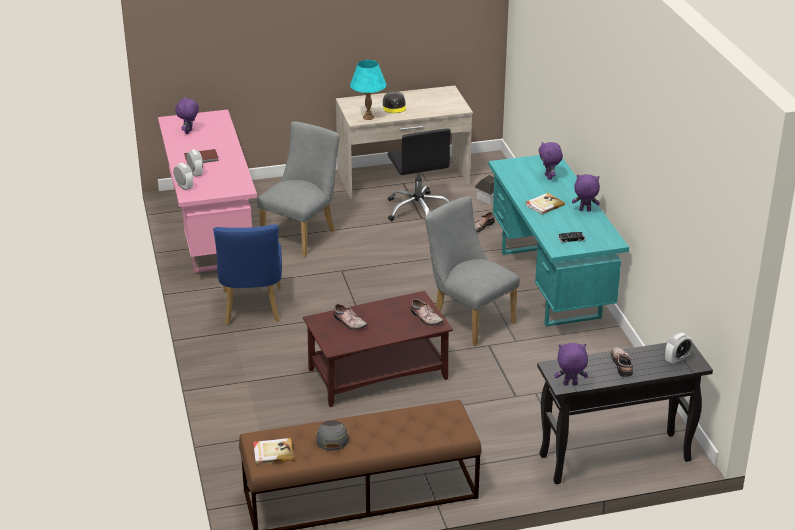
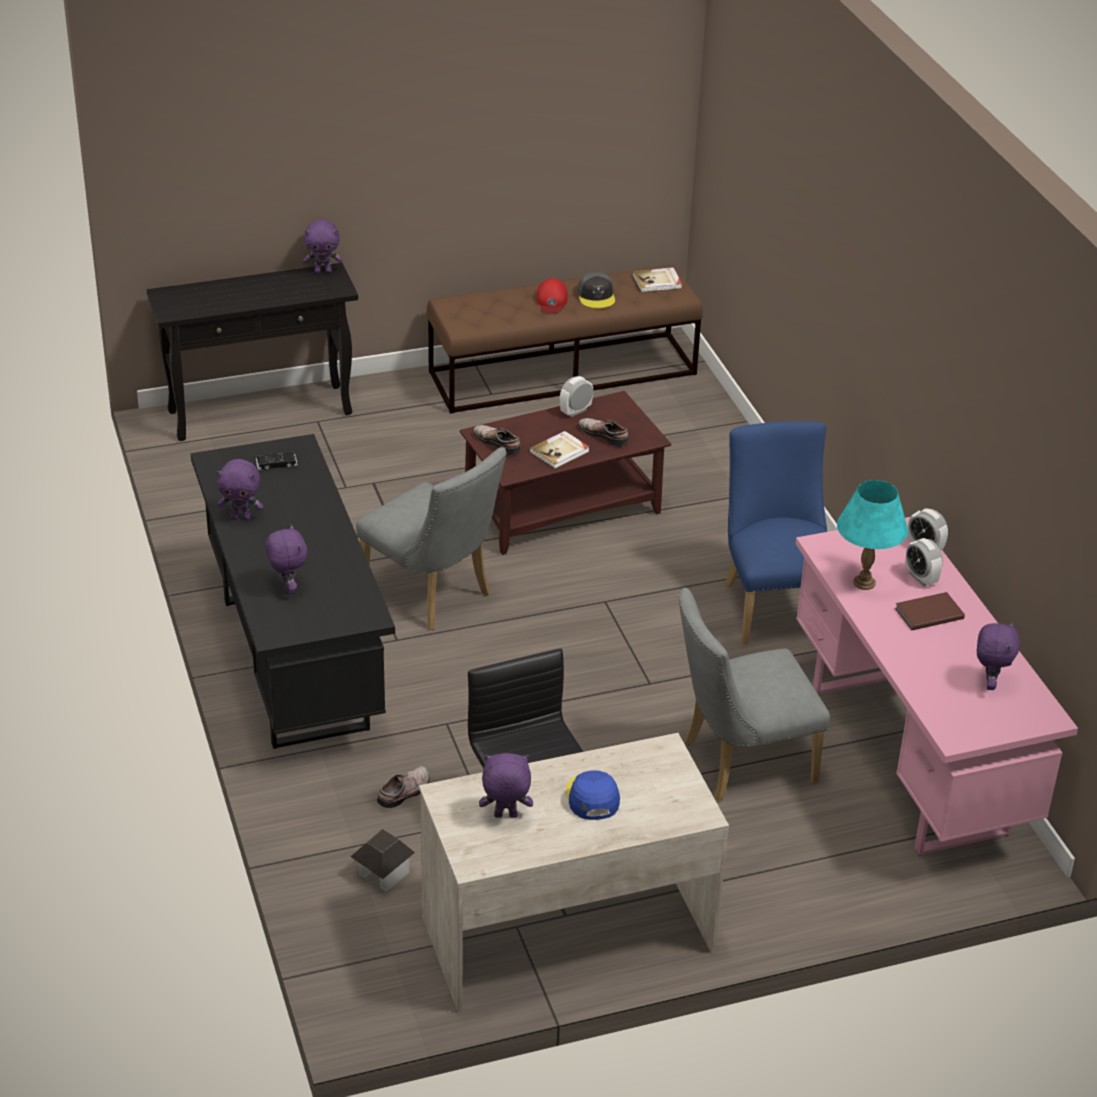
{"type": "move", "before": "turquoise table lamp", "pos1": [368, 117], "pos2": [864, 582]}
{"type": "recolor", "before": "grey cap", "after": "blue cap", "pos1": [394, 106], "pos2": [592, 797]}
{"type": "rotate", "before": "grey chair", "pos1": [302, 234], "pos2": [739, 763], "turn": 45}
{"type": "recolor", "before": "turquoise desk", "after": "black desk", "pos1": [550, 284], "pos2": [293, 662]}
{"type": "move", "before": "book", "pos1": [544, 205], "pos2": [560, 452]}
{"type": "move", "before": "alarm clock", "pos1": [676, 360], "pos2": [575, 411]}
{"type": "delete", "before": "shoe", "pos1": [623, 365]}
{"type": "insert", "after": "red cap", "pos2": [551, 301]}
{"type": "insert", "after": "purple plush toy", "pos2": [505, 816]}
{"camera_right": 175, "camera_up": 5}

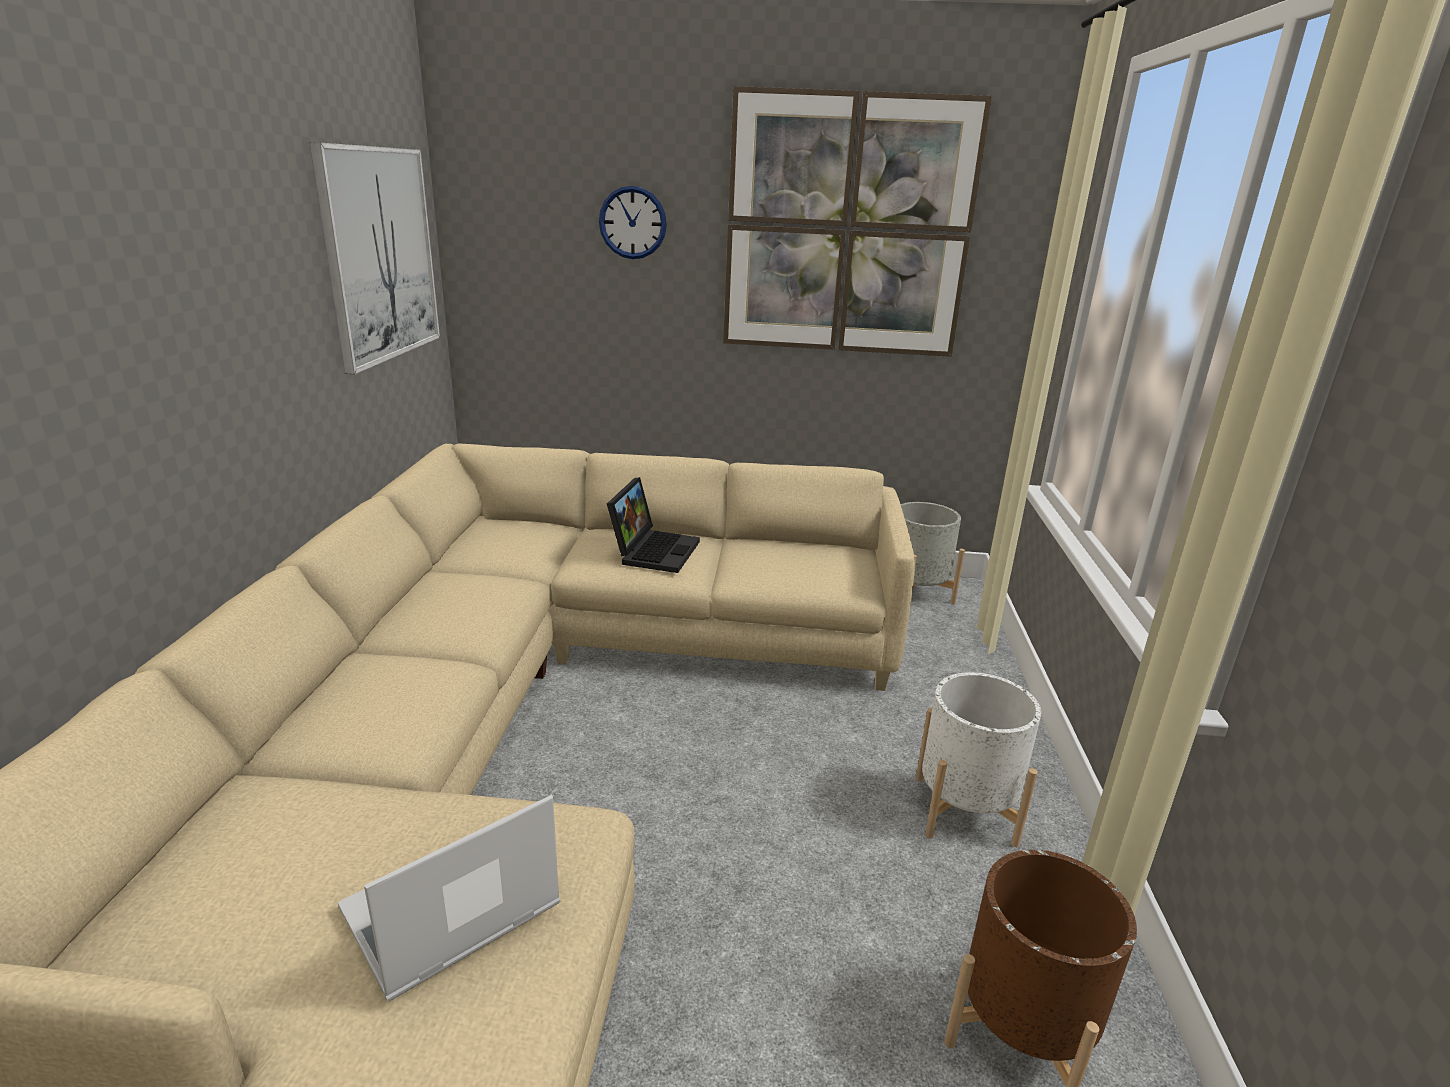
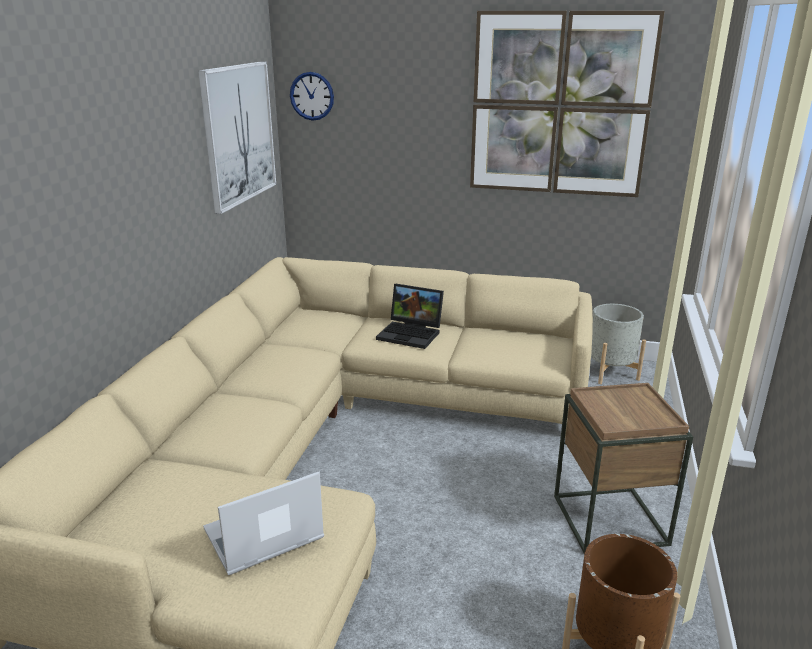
{"type": "move", "before": "wall clock", "pos1": [632, 223], "pos2": [312, 96]}
{"type": "rotate", "before": "laptop", "pos1": [653, 550], "pos2": [412, 334], "turn": 90}
{"type": "replace", "before": "white planter", "after": "brown side table", "pos1": [964, 810], "pos2": [610, 520]}
{"camera_right": 10, "camera_up": 0}

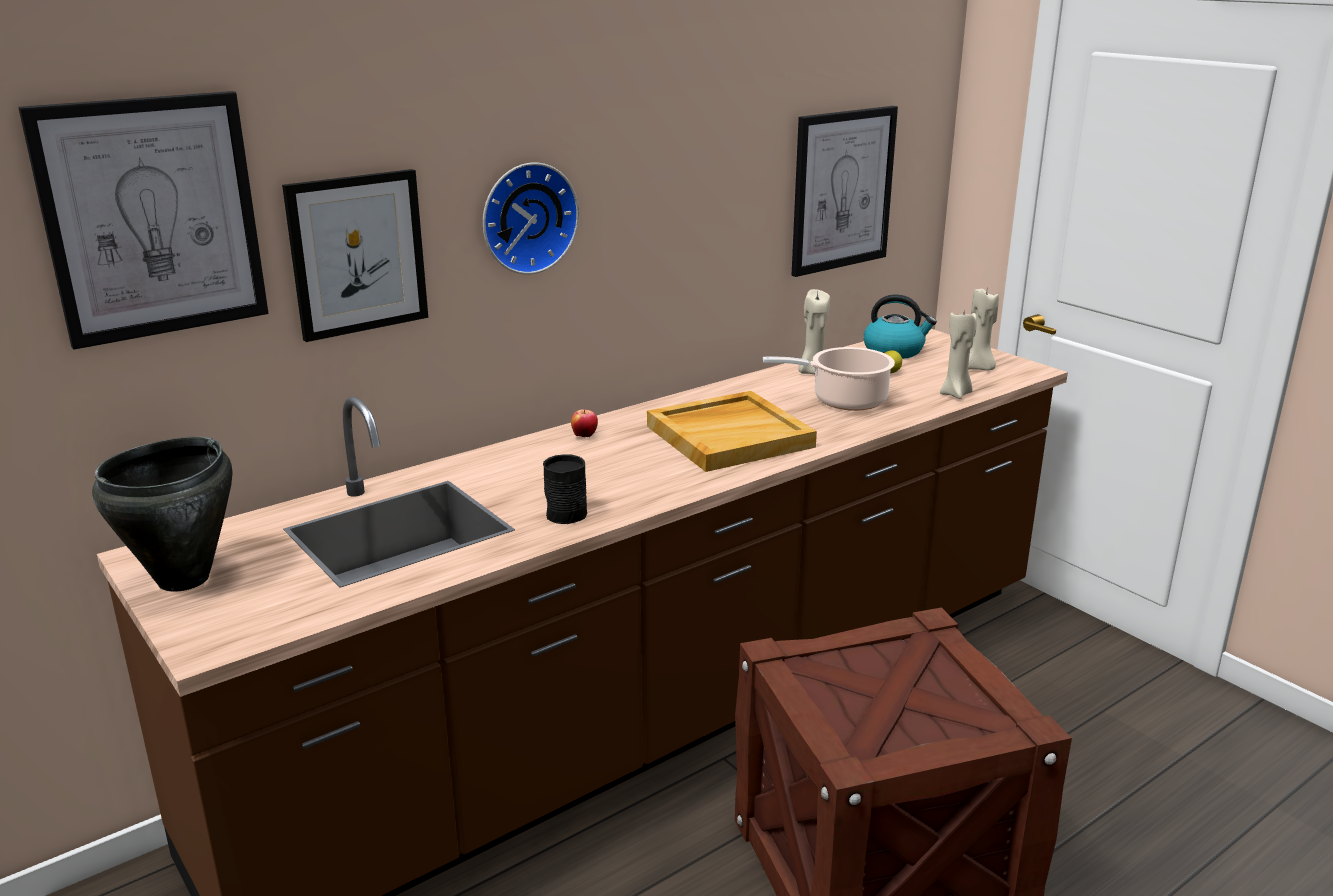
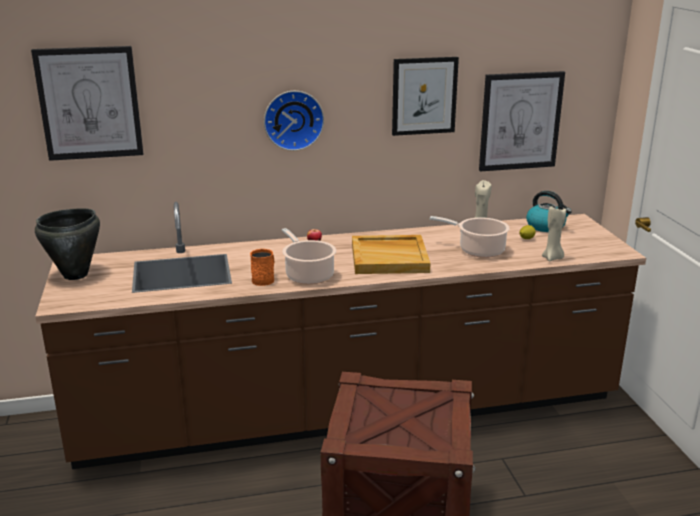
{"type": "move", "before": "picture", "pos1": [357, 254], "pos2": [424, 96]}
{"type": "delete", "before": "beige candle", "pos1": [978, 368]}
{"type": "recolor", "before": "black mug", "after": "orange mug", "pos1": [567, 511], "pos2": [265, 279]}
{"type": "insert", "after": "cooking pot", "pos2": [308, 275]}
{"camera_right": 25, "camera_up": 0}

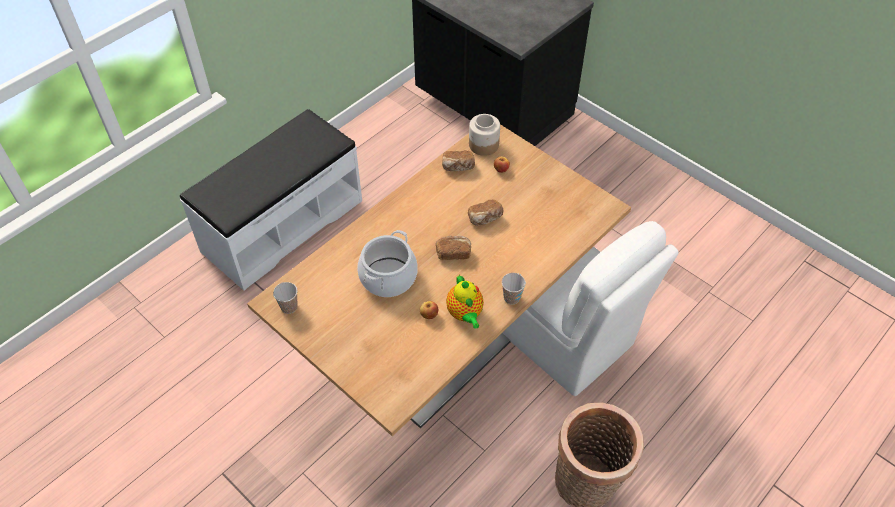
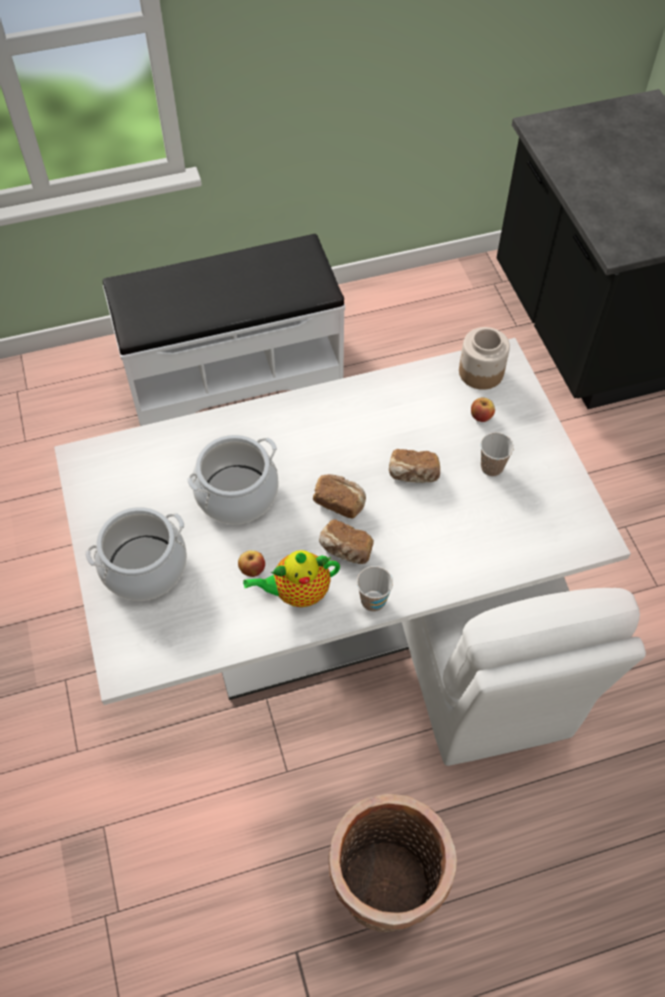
{"type": "recolor", "before": "brown dining table", "after": "white dining table", "pos1": [447, 340], "pos2": [332, 606]}
{"type": "move", "before": "bread", "pos1": [458, 167], "pos2": [345, 550]}
{"type": "rotate", "before": "teapot", "pos1": [465, 314], "pos2": [297, 592], "turn": 60}
{"type": "move", "before": "cup", "pos1": [289, 307], "pos2": [492, 467]}
{"type": "insert", "after": "cooking pot", "pos2": [145, 567]}
{"camera_right": 30, "camera_up": 5}

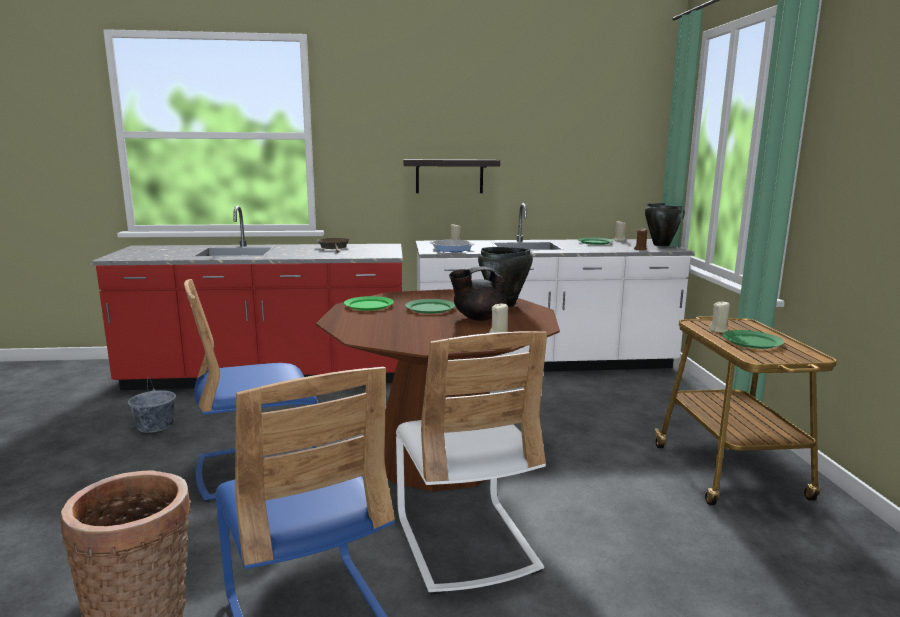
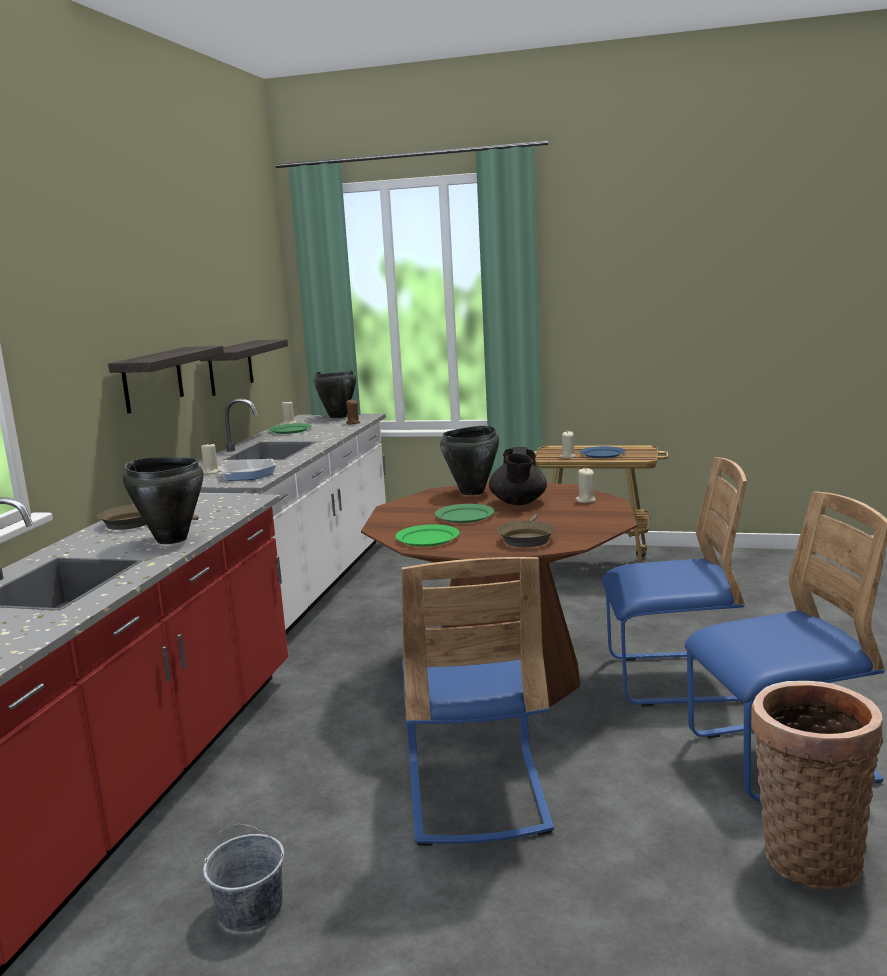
{"type": "recolor", "before": "green plate", "after": "blue plate", "pos1": [752, 341], "pos2": [602, 454]}
{"type": "recolor", "before": "white chair", "after": "blue chair", "pos1": [465, 542], "pos2": [674, 680]}
{"type": "insert", "after": "shelf", "pos2": [230, 367]}
{"type": "insert", "after": "black cooking pot", "pos2": [171, 539]}
{"type": "insert", "after": "brown frying pan", "pos2": [526, 539]}
{"camera_right": -70, "camera_up": 0}

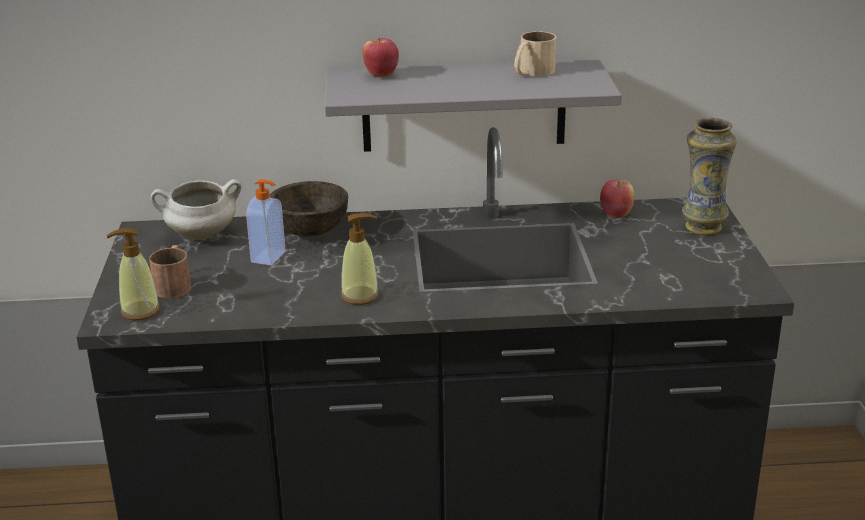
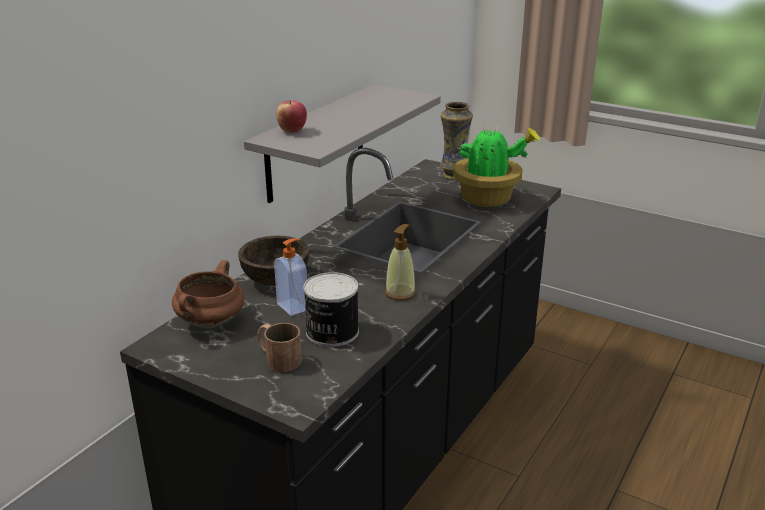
{"type": "delete", "before": "beige mug", "pos1": [531, 72]}
{"type": "recolor", "before": "white cooking pot", "after": "brown cooking pot", "pos1": [201, 235], "pos2": [211, 323]}
{"type": "delete", "before": "apple", "pos1": [616, 214]}
{"type": "delete", "before": "soap dispenser", "pos1": [140, 311]}
{"type": "insert", "after": "potted plant", "pos2": [488, 199]}
{"type": "insert", "after": "can", "pos2": [331, 332]}
{"camera_right": -55, "camera_up": 0}

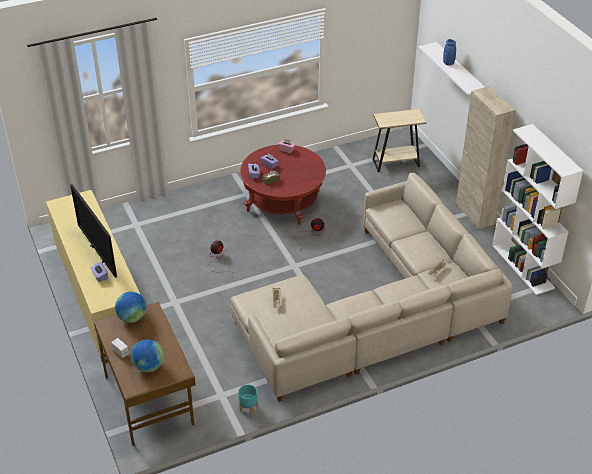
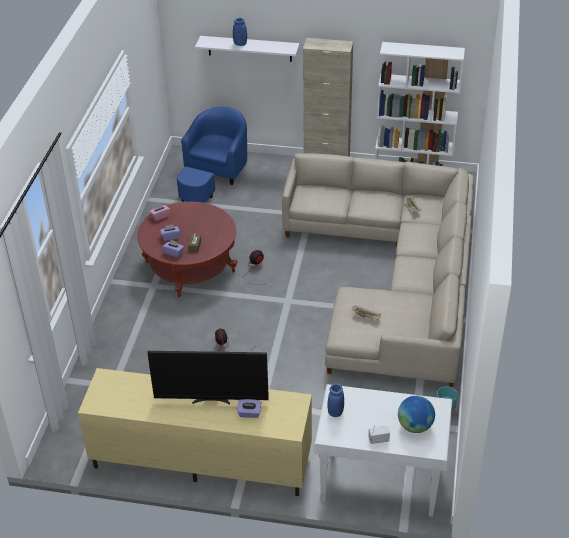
{"type": "replace", "before": "beige side table", "after": "blue armchair", "pos1": [396, 163], "pos2": [214, 176]}
{"type": "replace", "before": "globe", "after": "blue vase", "pos1": [132, 318], "pos2": [335, 412]}
{"type": "recolor", "before": "brown desk", "after": "white desk", "pos1": [149, 399], "pos2": [379, 478]}
{"camera_right": -55, "camera_up": 0}

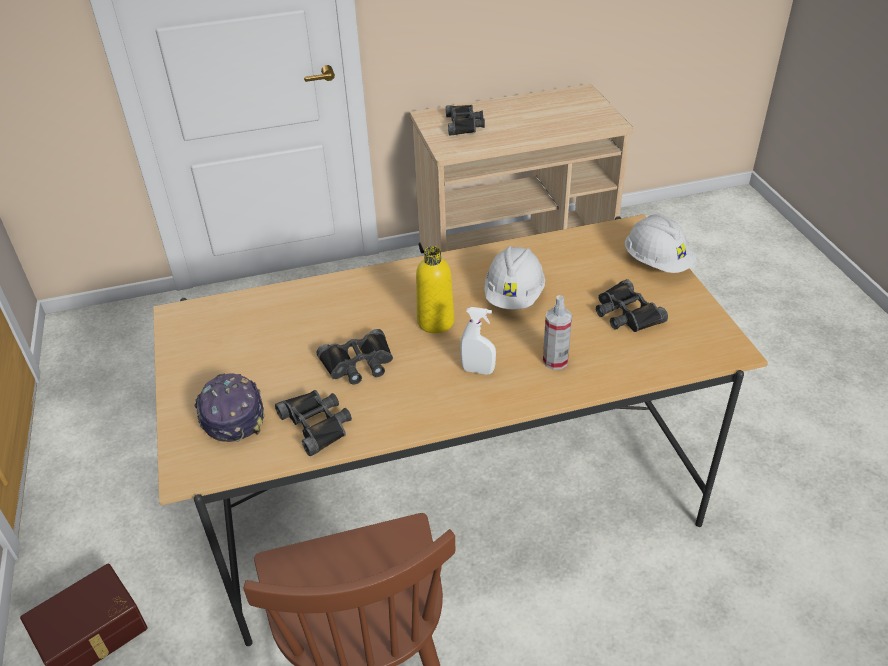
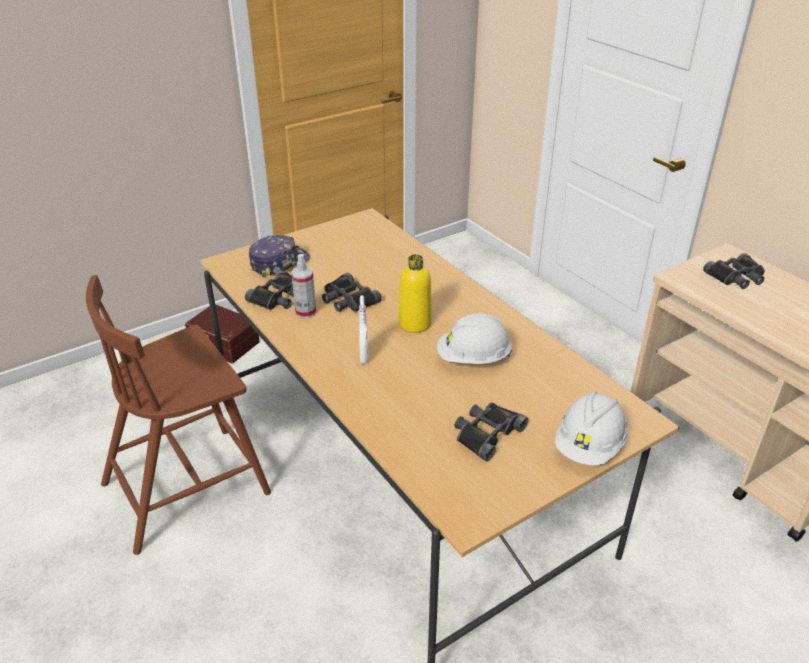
{"type": "move", "before": "spray bottle", "pos1": [555, 361], "pos2": [305, 312]}
{"camera_right": 70, "camera_up": -5}

